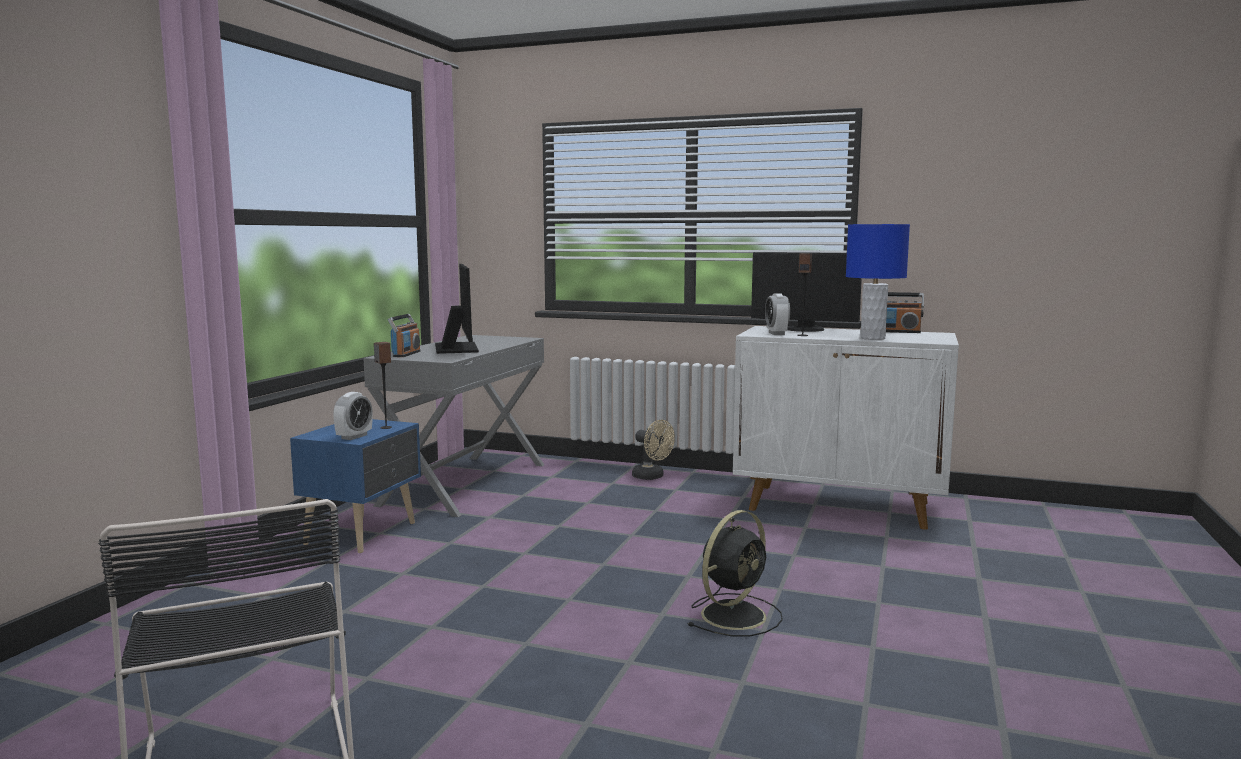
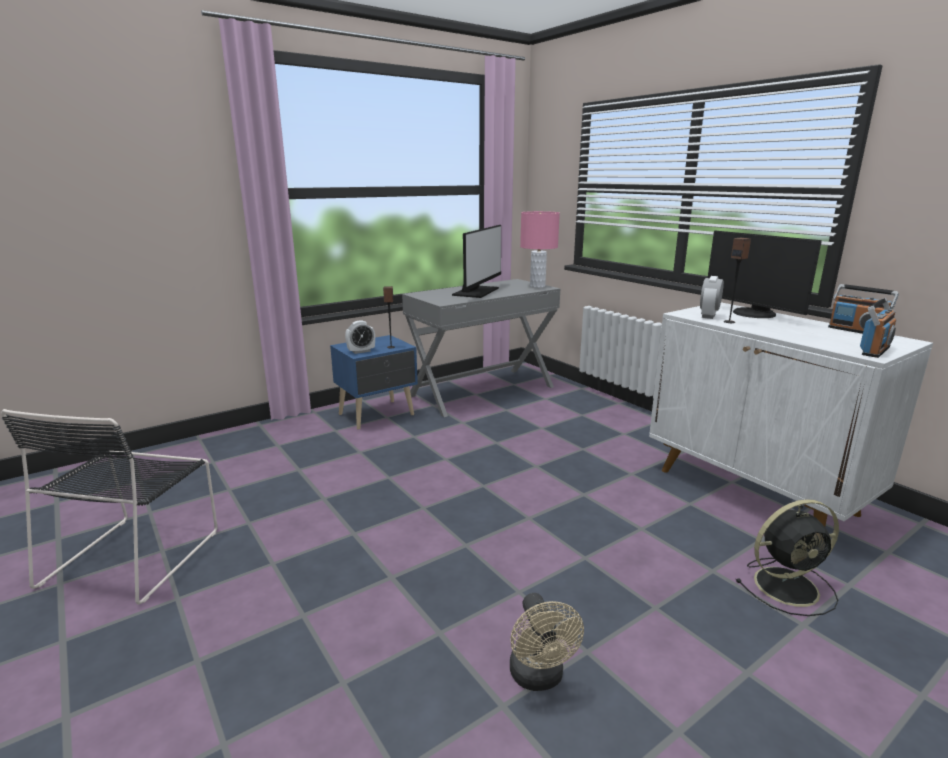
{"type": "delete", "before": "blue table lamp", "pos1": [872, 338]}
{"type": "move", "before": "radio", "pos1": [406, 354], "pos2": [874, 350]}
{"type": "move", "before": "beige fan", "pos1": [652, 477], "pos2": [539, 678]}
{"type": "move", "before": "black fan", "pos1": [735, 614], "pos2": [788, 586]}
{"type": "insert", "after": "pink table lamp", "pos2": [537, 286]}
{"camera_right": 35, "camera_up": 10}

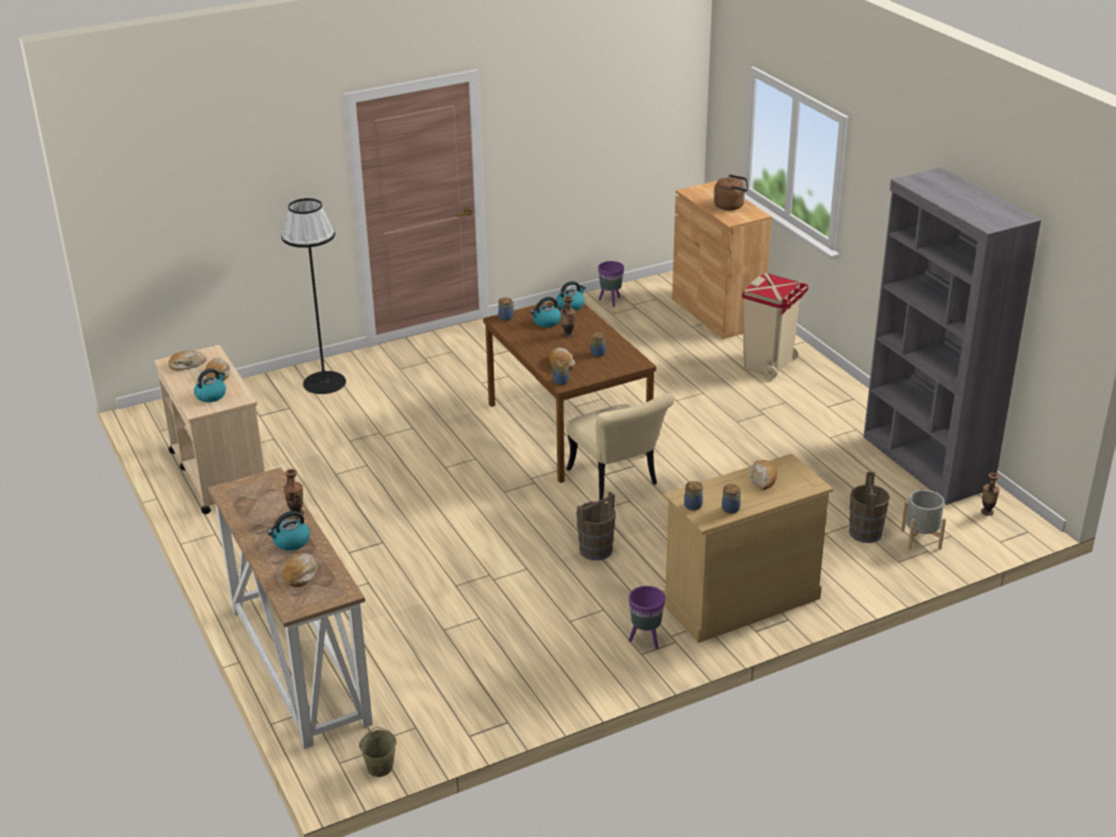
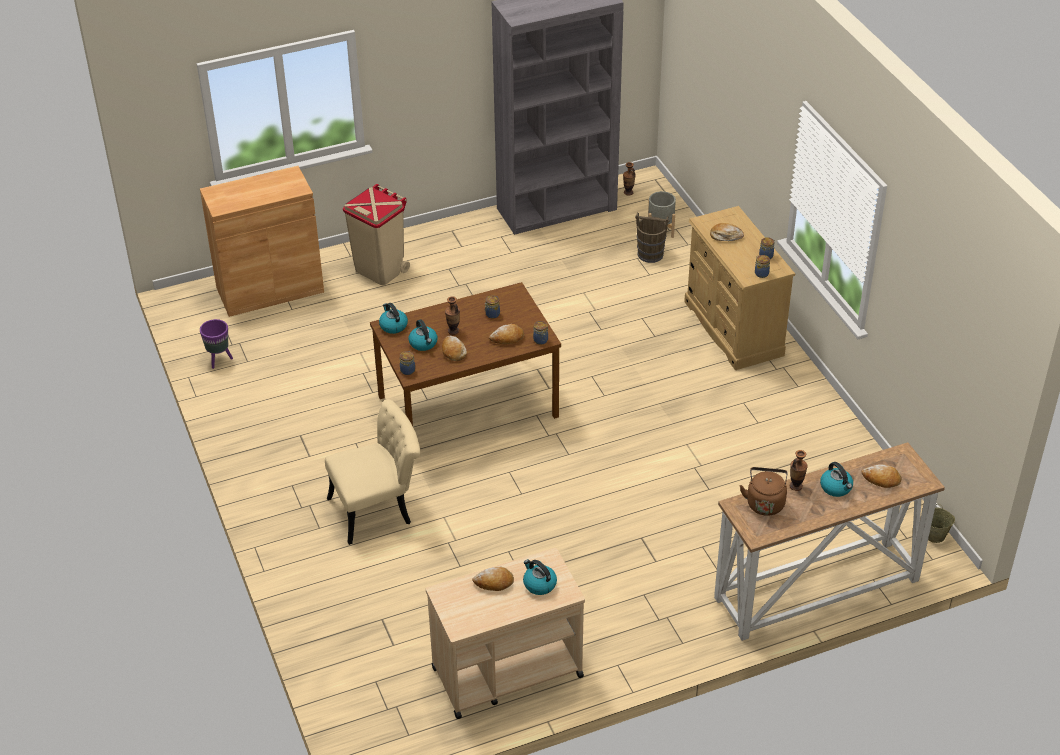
{"type": "move", "before": "brown kettle", "pos1": [731, 206], "pos2": [765, 502]}
{"type": "delete", "before": "black floor lamp", "pos1": [324, 382]}
{"type": "move", "before": "bread", "pos1": [187, 365], "pos2": [453, 351]}
{"type": "move", "before": "beige chair", "pos1": [617, 481], "pos2": [378, 509]}
{"type": "delete", "before": "brown bucket", "pos1": [596, 550]}
{"type": "delete", "before": "purple planter", "pos1": [646, 639]}
{"camera_right": -85, "camera_up": 10}

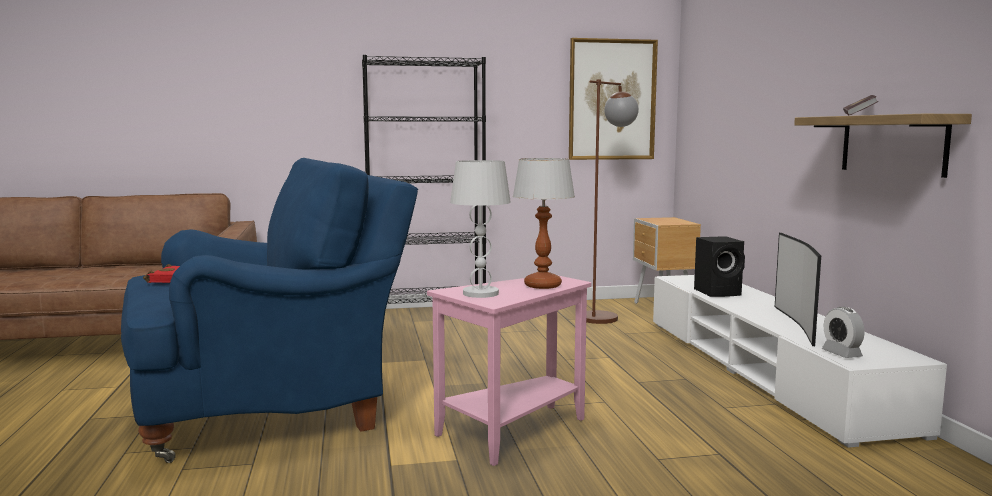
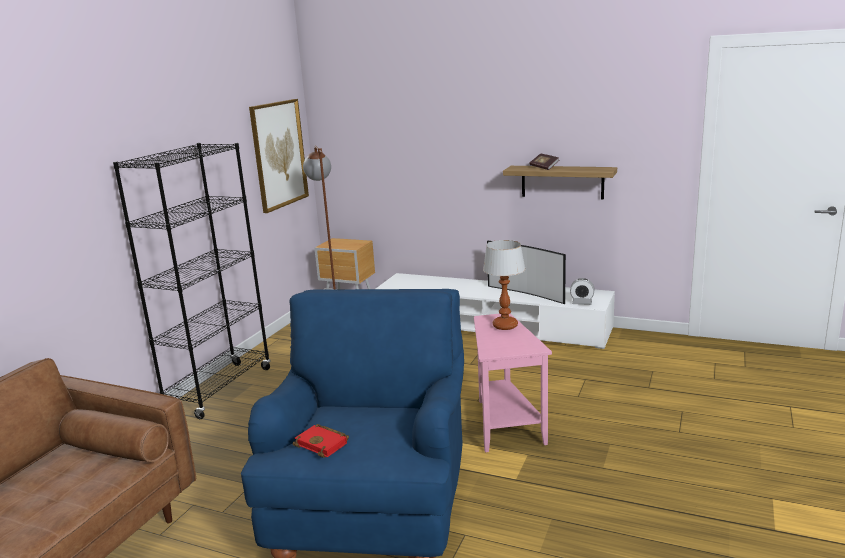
{"type": "delete", "before": "white table lamp", "pos1": [480, 293]}
{"type": "delete", "before": "black speaker", "pos1": [719, 292]}
{"camera_right": -55, "camera_up": 10}

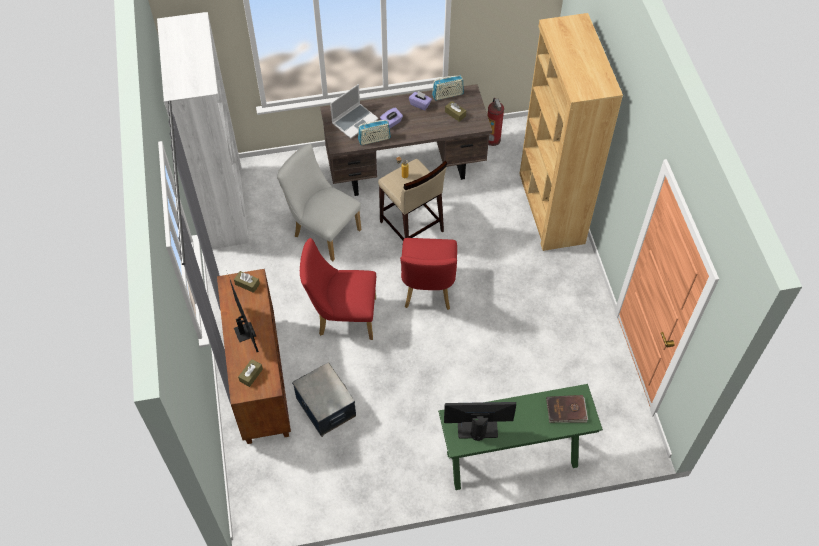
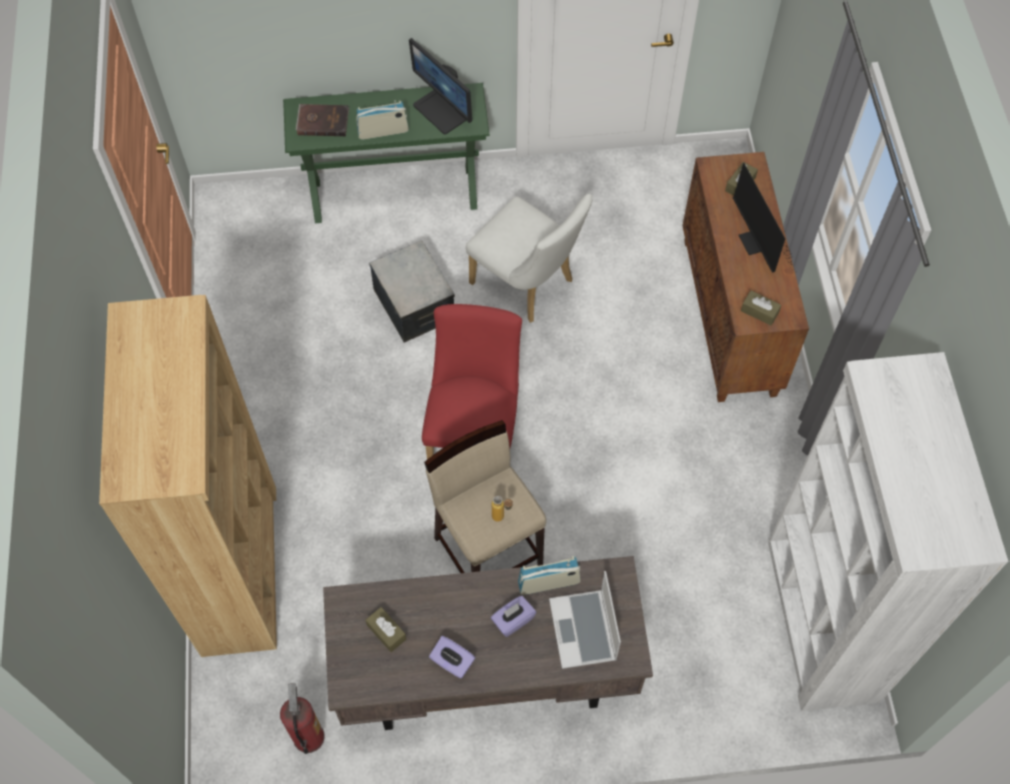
{"type": "move", "before": "radio", "pos1": [447, 95], "pos2": [383, 131]}
{"type": "rotate", "before": "laptop", "pos1": [355, 121], "pos2": [584, 631], "turn": -60}
{"type": "move", "before": "white chair", "pos1": [323, 231], "pos2": [528, 285]}
{"type": "delete", "before": "red chair", "pos1": [342, 317]}
{"type": "move", "before": "storage box", "pos1": [325, 407], "pos2": [414, 304]}
{"type": "rotate", "before": "monitor", "pos1": [477, 427], "pos2": [442, 111], "turn": 45}
{"camera_right": -175, "camera_up": 5}

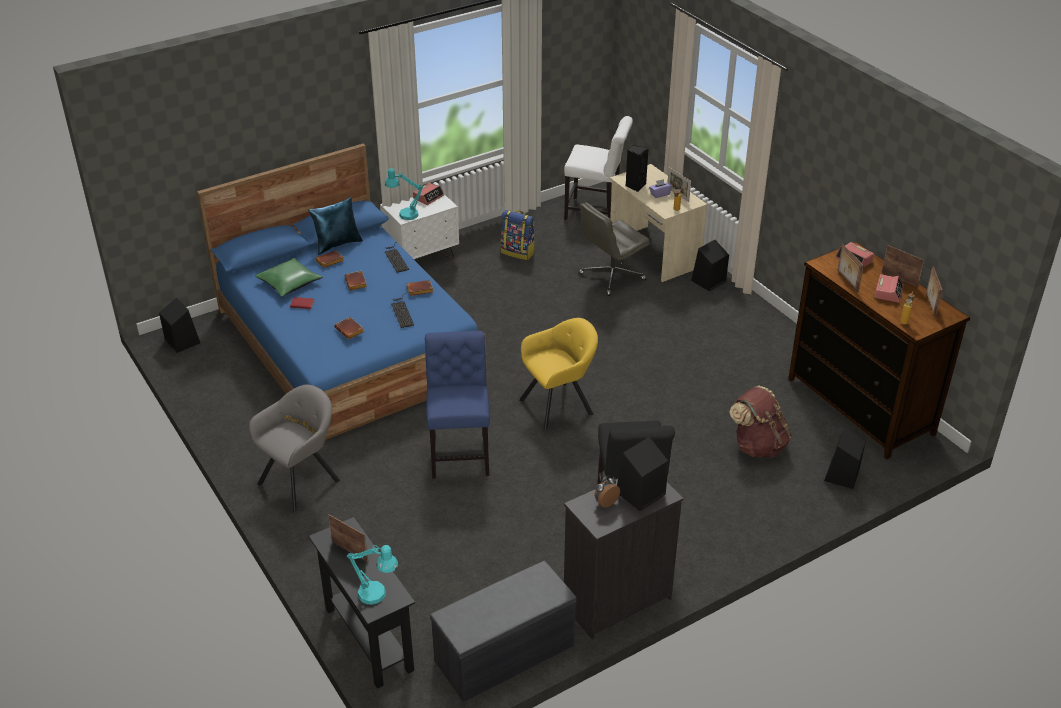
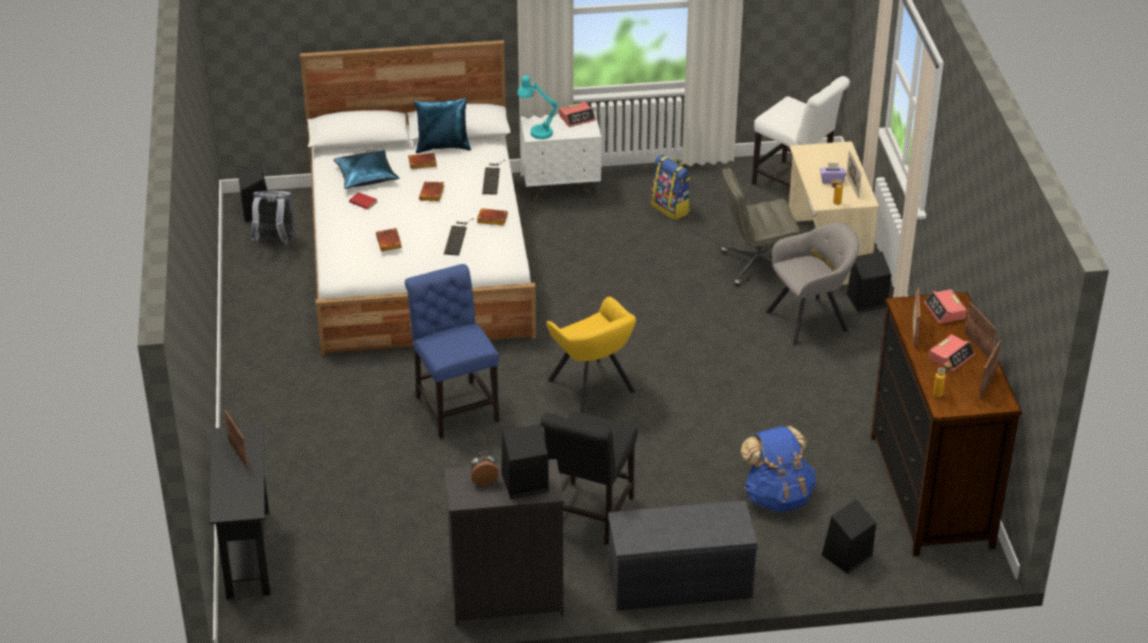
{"type": "recolor", "before": "blue bed", "after": "white bed", "pos1": [348, 343], "pos2": [420, 259]}
{"type": "delete", "before": "black speaker", "pos1": [635, 186]}
{"type": "recolor", "before": "green pillow", "after": "blue pillow", "pos1": [289, 283], "pos2": [366, 176]}
{"type": "rotate", "before": "yellow armchair", "pos1": [559, 405], "pos2": [593, 389], "turn": 60}
{"type": "rotate", "before": "blue chair", "pos1": [460, 453], "pos2": [455, 406], "turn": -45}
{"type": "move", "before": "grey armchair", "pos1": [302, 480], "pos2": [811, 320]}
{"type": "recolor", "before": "brown backpack", "after": "blue backpack", "pos1": [758, 445], "pos2": [777, 496]}
{"type": "delete", "before": "turquoise table lamp", "pos1": [377, 595]}
{"type": "move", "before": "grey bench", "pos1": [504, 654], "pos2": [679, 583]}
{"type": "insert", "after": "grey backpack", "pos2": [275, 244]}
{"camera_right": 25, "camera_up": 0}

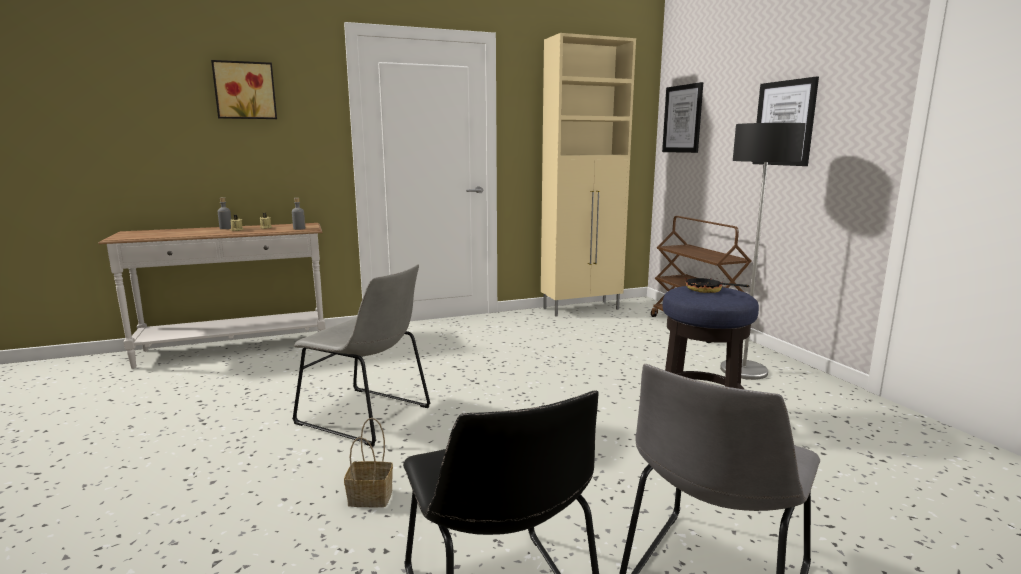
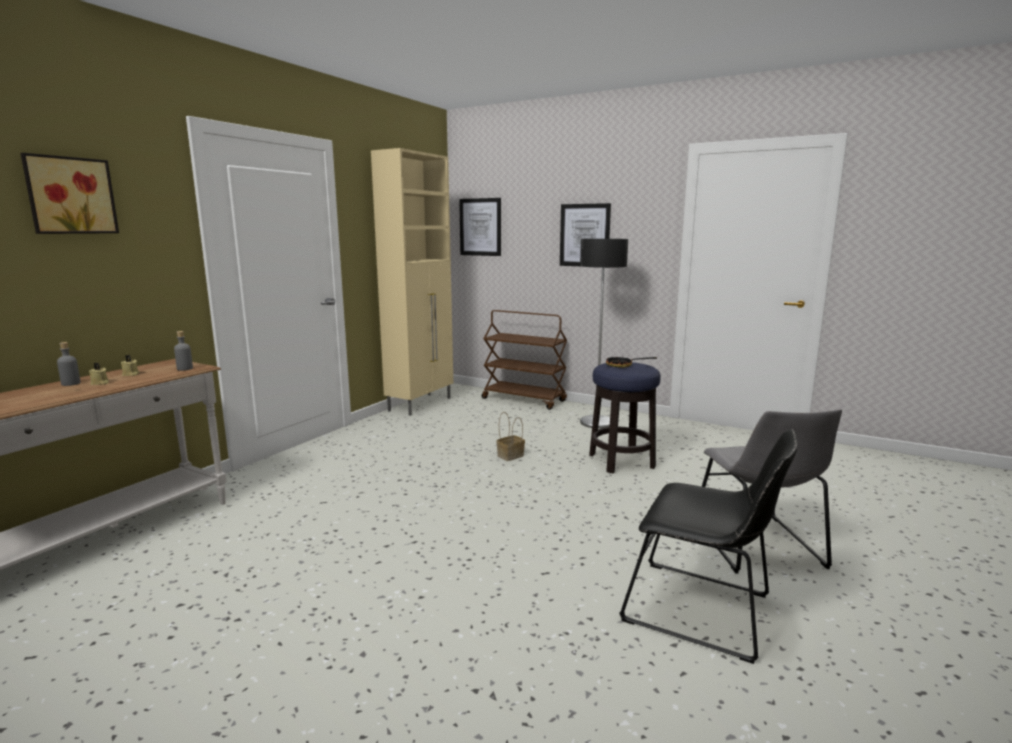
{"type": "delete", "before": "grey chair", "pos1": [368, 416]}
{"type": "move", "before": "basket", "pos1": [372, 497], "pos2": [511, 455]}
{"camera_right": -40, "camera_up": 0}

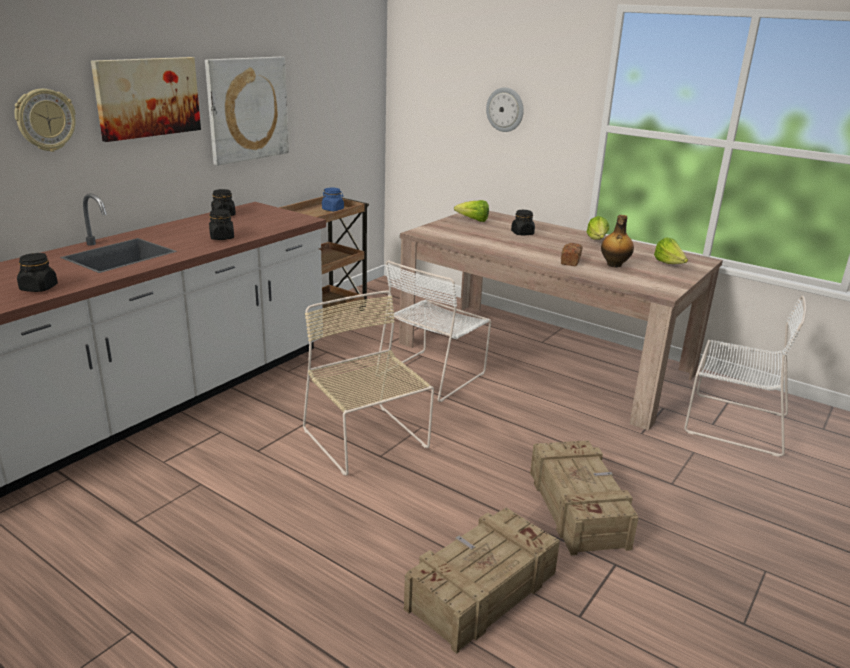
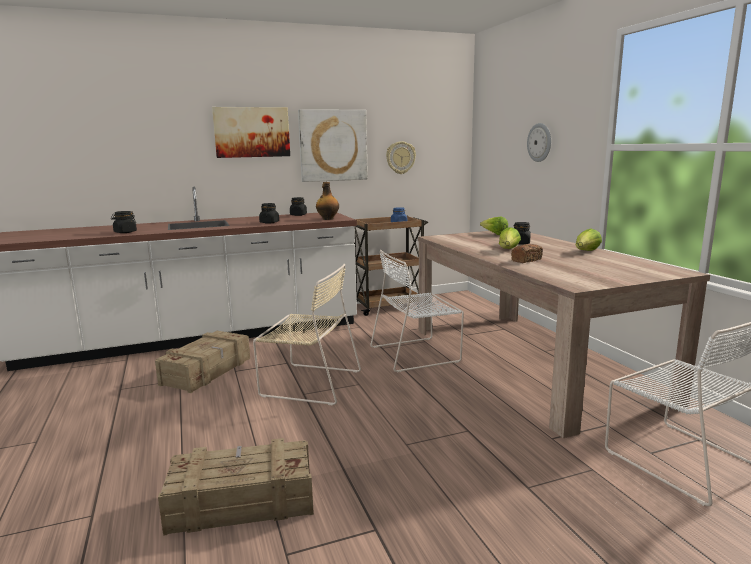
{"type": "move", "before": "wall clock", "pos1": [45, 120], "pos2": [400, 157]}
{"type": "move", "before": "bottle", "pos1": [614, 265], "pos2": [327, 219]}
{"type": "move", "before": "lettuce", "pos1": [669, 264], "pos2": [508, 250]}
{"type": "rotate", "before": "beige chair", "pos1": [367, 441], "pos2": [308, 383], "turn": 105}
{"type": "move", "before": "crate", "pos1": [578, 508], "pos2": [207, 371]}
{"camera_right": 35, "camera_up": -10}

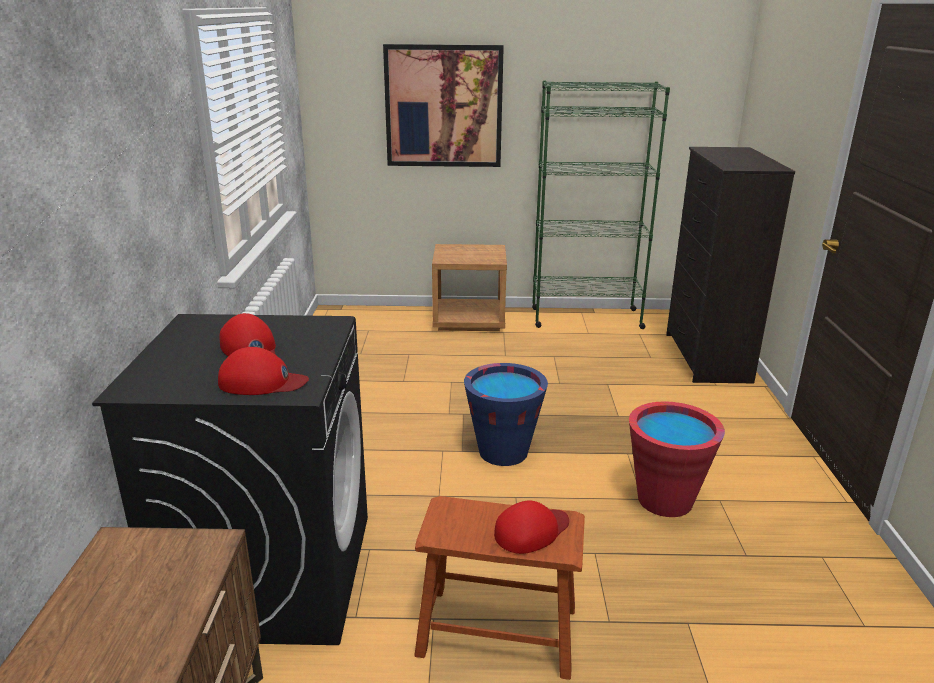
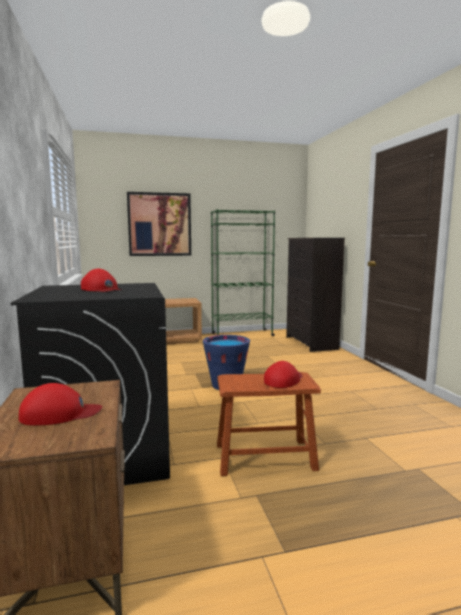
{"type": "move", "before": "red cap", "pos1": [262, 382], "pos2": [60, 414]}
{"type": "delete", "before": "red bucket", "pos1": [665, 500]}
{"camera_right": -15, "camera_up": -15}

